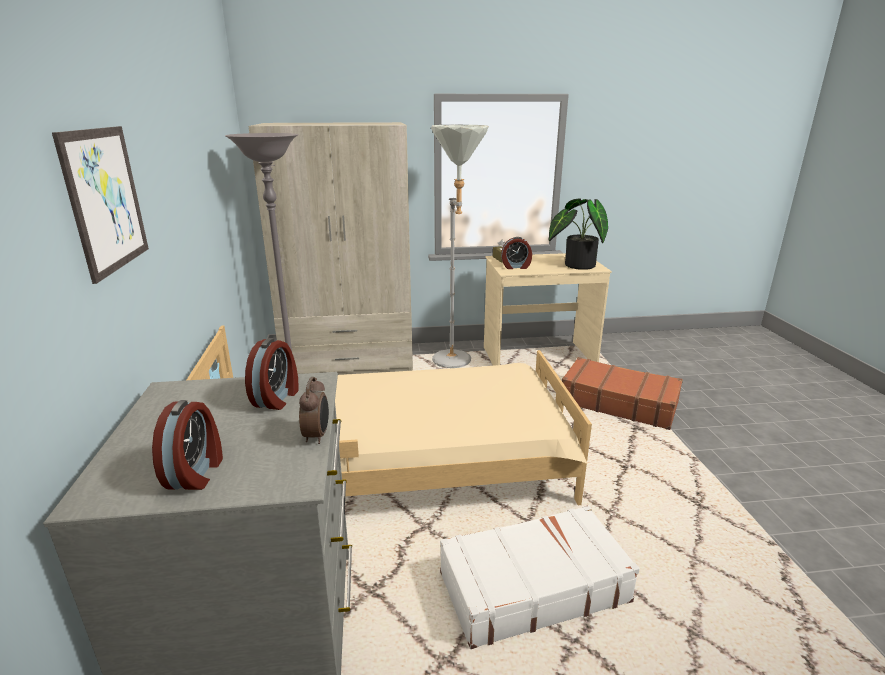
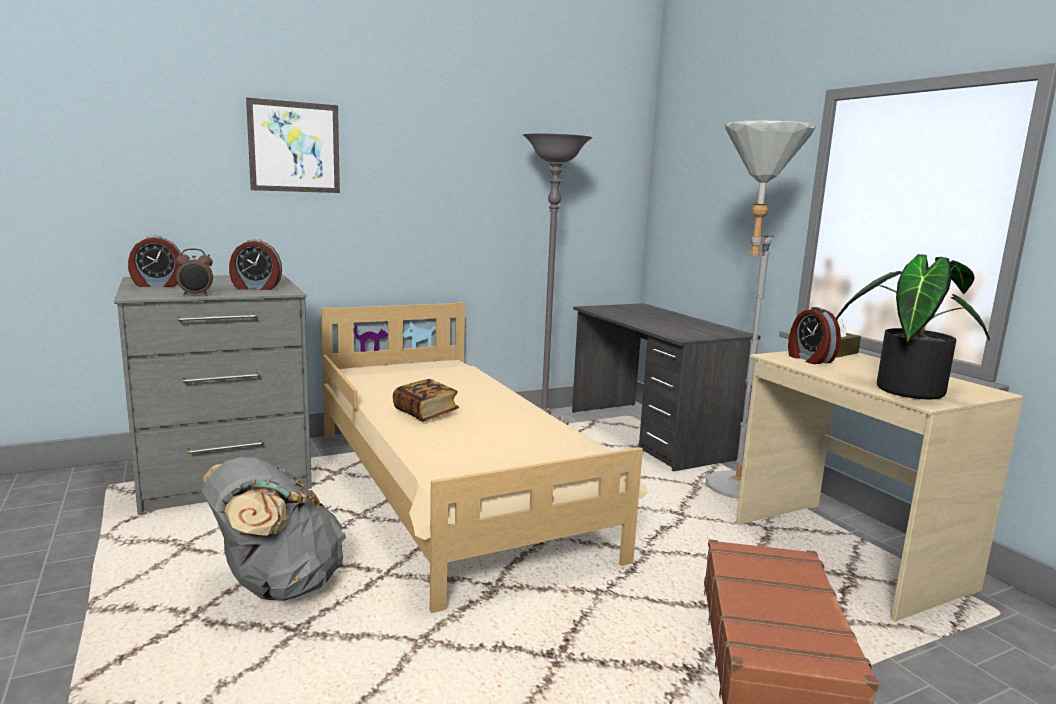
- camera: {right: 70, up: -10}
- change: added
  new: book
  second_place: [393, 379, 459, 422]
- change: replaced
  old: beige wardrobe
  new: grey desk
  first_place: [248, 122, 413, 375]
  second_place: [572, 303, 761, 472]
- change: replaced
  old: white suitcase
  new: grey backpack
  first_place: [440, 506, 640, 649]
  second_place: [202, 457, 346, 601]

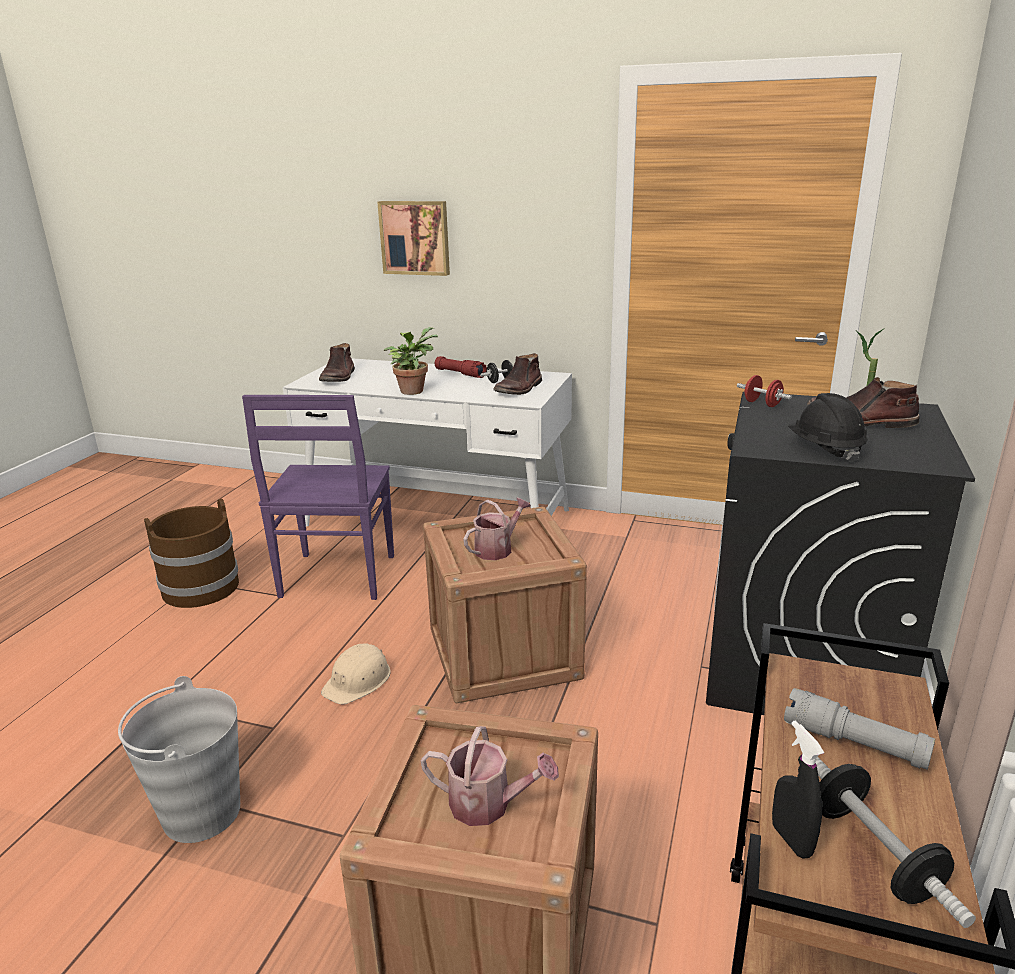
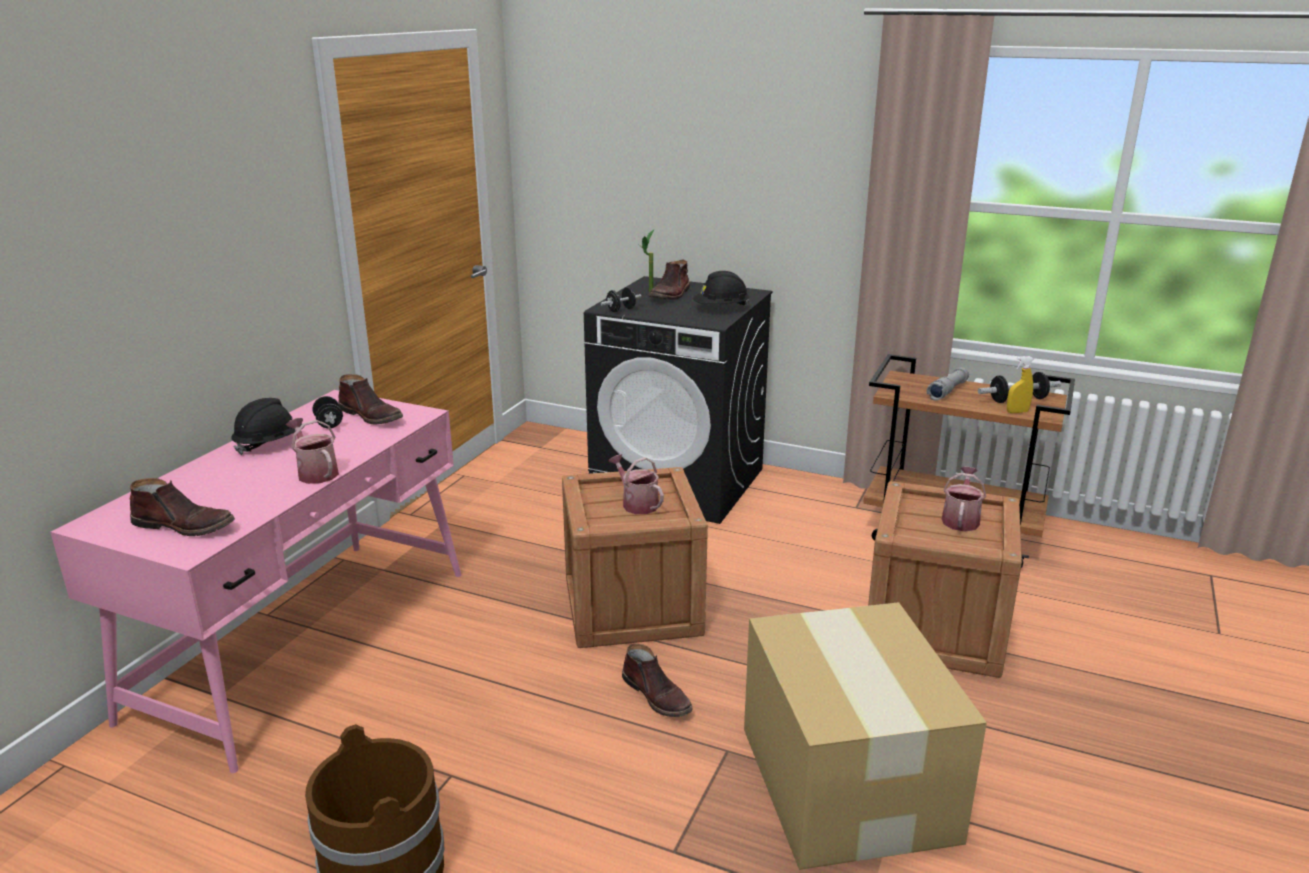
- camera: {right: -85, up: 0}
- change: removed
  old: purple chair
  first_place: [242, 395, 394, 600]
- change: removed
  old: picture
  first_place: [377, 201, 450, 276]
- change: replaced
  old: grey bucket
  new: cardboard box
  first_place: [118, 676, 240, 843]
  second_place: [744, 602, 987, 870]
- change: replaced
  old: beige hard hat
  new: brown boot
  first_place: [321, 643, 391, 704]
  second_place: [622, 644, 693, 717]
- change: replaced
  old: potted plant
  new: watering can
  first_place: [383, 327, 438, 395]
  second_place: [286, 418, 339, 484]
- change: replaced
  old: red flashlight
  new: black hard hat
  first_place: [435, 356, 487, 378]
  second_place: [231, 398, 304, 455]
- change: recoloured
  old: white desk
  new: pink desk
  first_place: [283, 358, 572, 527]
  second_place: [50, 390, 461, 773]
- change: recoloured
  old: red dumbbell
  new: black dumbbell
  first_place: [737, 375, 792, 407]
  second_place: [601, 287, 641, 312]
- change: recoloured
  old: black spray bottle
  new: yellow spray bottle
  first_place: [772, 721, 824, 859]
  second_place: [1007, 356, 1034, 413]

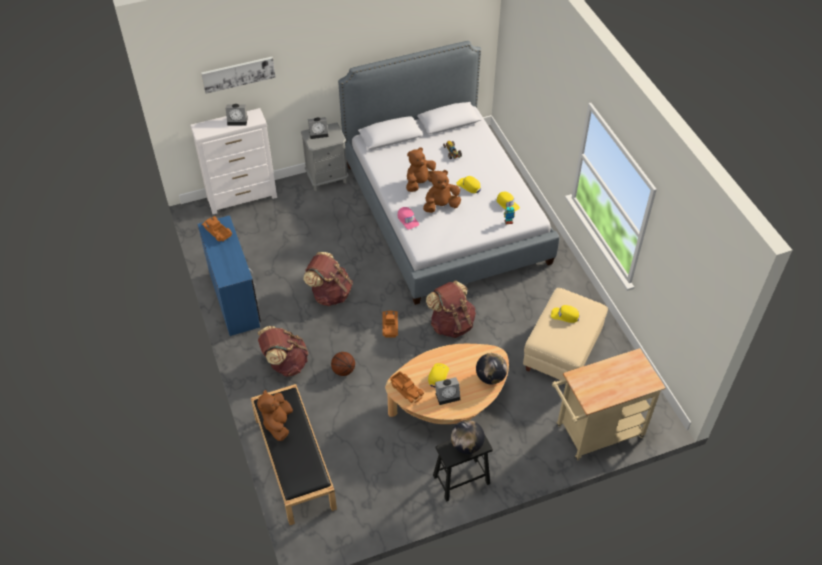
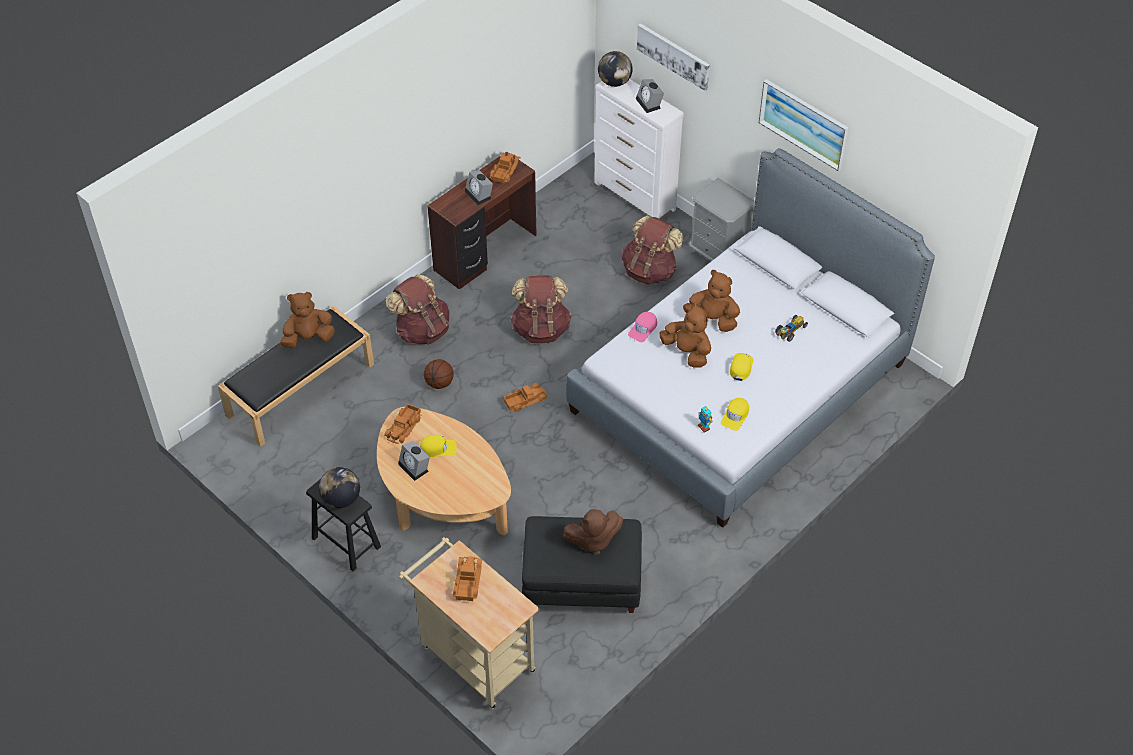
- camera: {right: 65, up: 0}
- change: added
  new: toy truck
  second_place: [453, 557, 483, 601]
- change: added
  new: picture
  second_place: [759, 79, 848, 171]
- change: moved
  old: alarm clock
  first_place: [308, 117, 328, 139]
  second_place: [465, 170, 493, 205]
- change: moved
  old: brown backpack
  first_place: [426, 281, 476, 338]
  second_place: [622, 216, 684, 285]
- change: moved
  old: globe
  first_place: [476, 353, 507, 385]
  second_place: [598, 51, 633, 87]
- change: replaced
  old: yellow cap
  new: brown plush toy
  first_place: [551, 305, 579, 323]
  second_place: [563, 509, 623, 555]
- change: recoloured
  old: blue desk
  new: brown desk
  first_place: [198, 215, 261, 336]
  second_place: [427, 152, 537, 289]
- change: recoloured
  old: beige ottoman
  new: black ottoman
  first_place: [523, 288, 608, 380]
  second_place: [522, 516, 642, 613]

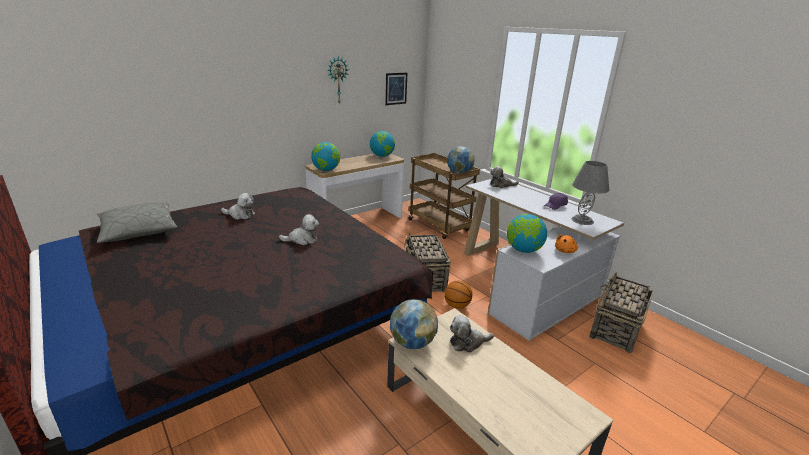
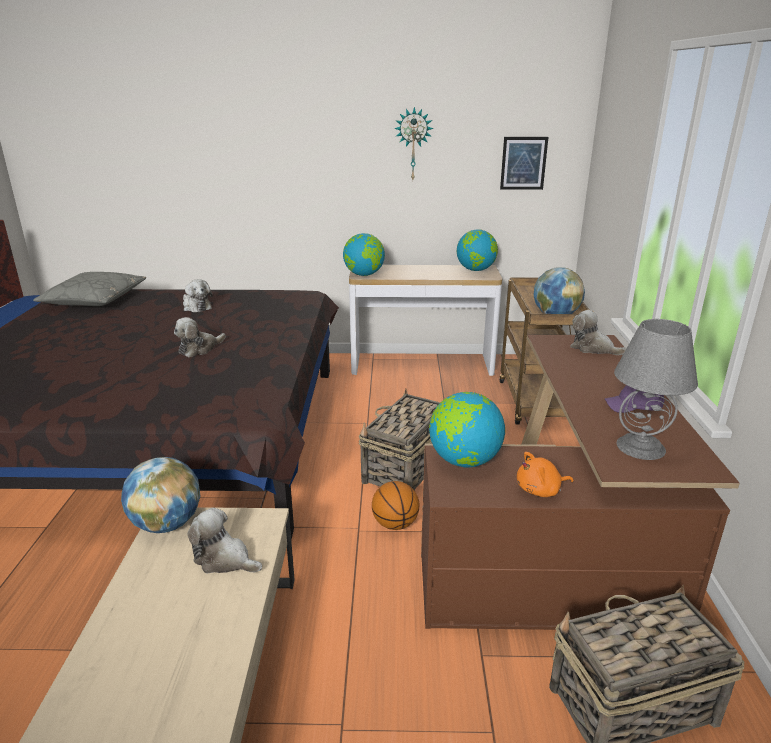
- camera: {right: 40, up: 0}
- change: recoloured
  old: white desk
  new: brown desk
  first_place: [464, 179, 624, 341]
  second_place: [421, 335, 740, 630]
- change: turned
  old: plush toy
  first_place: [279, 214, 319, 245]
  second_place: [174, 317, 226, 357]
  degrees: 105

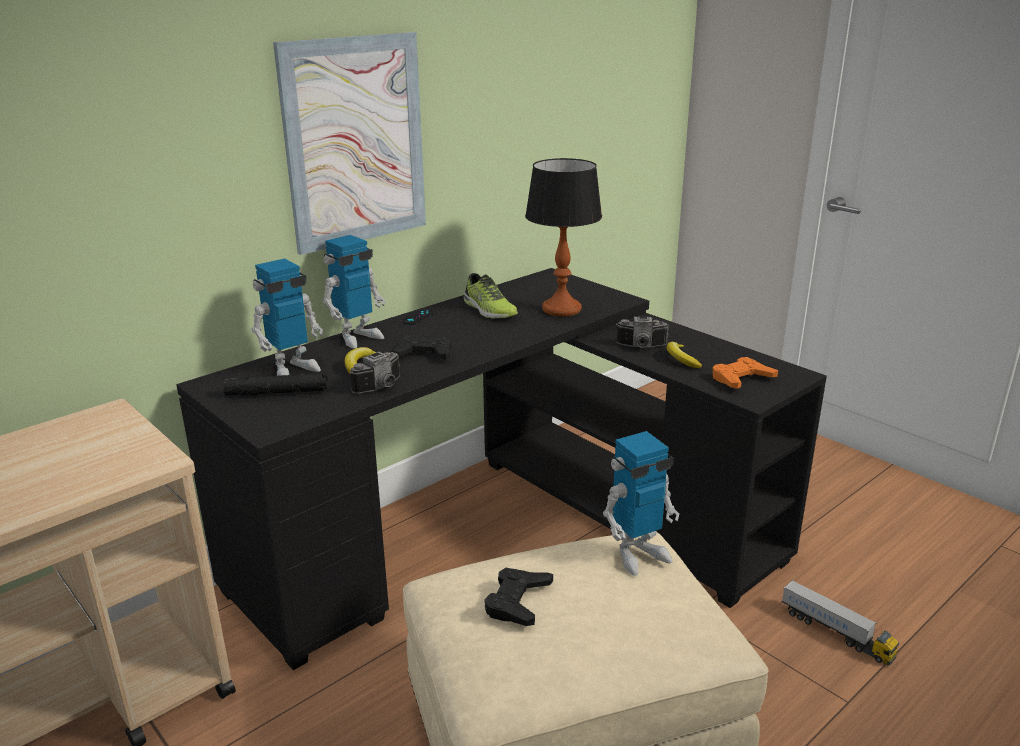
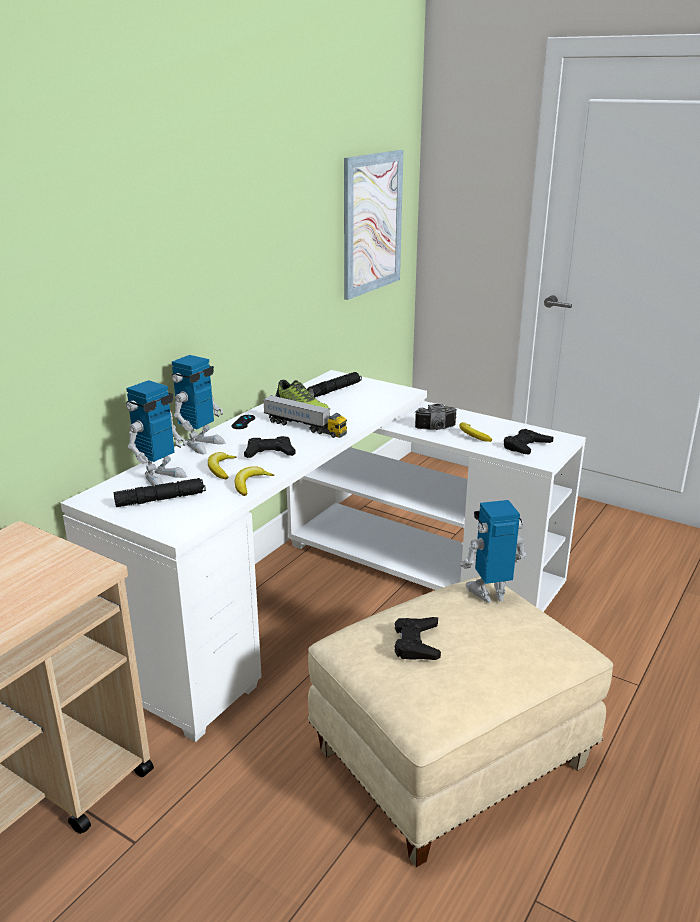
- camera: {right: -15, up: 0}
- change: removed
  old: table lamp
  first_place: [525, 158, 602, 316]
- change: added
  new: black flashlight
  second_place: [307, 372, 362, 397]
- change: moved
  old: picture
  first_place: [273, 32, 426, 255]
  second_place: [344, 150, 404, 300]
- change: moved
  old: toy truck
  first_place: [782, 580, 899, 666]
  second_place: [263, 395, 347, 438]
- change: replaced
  old: photo camera
  new: banana
  first_place: [350, 352, 400, 394]
  second_place: [235, 466, 274, 496]
- change: recoloured
  old: black desk
  new: white desk
  first_place: [176, 268, 827, 670]
  second_place: [61, 370, 586, 742]
- change: recoloured
  old: orange game controller
  new: black game controller
  first_place: [712, 357, 778, 389]
  second_place: [504, 429, 554, 454]
- change: turned
  old: toy robot
  first_place: [603, 431, 679, 576]
  second_place: [460, 500, 526, 603]
  degrees: -150

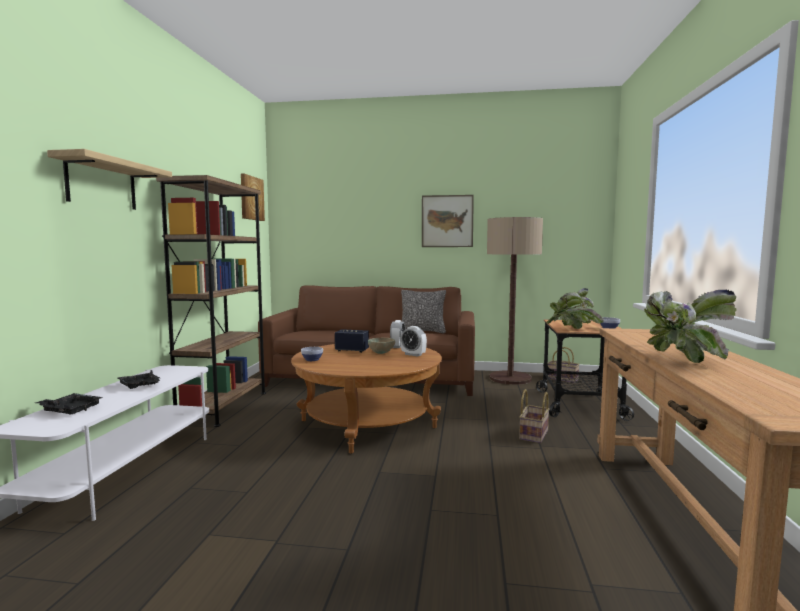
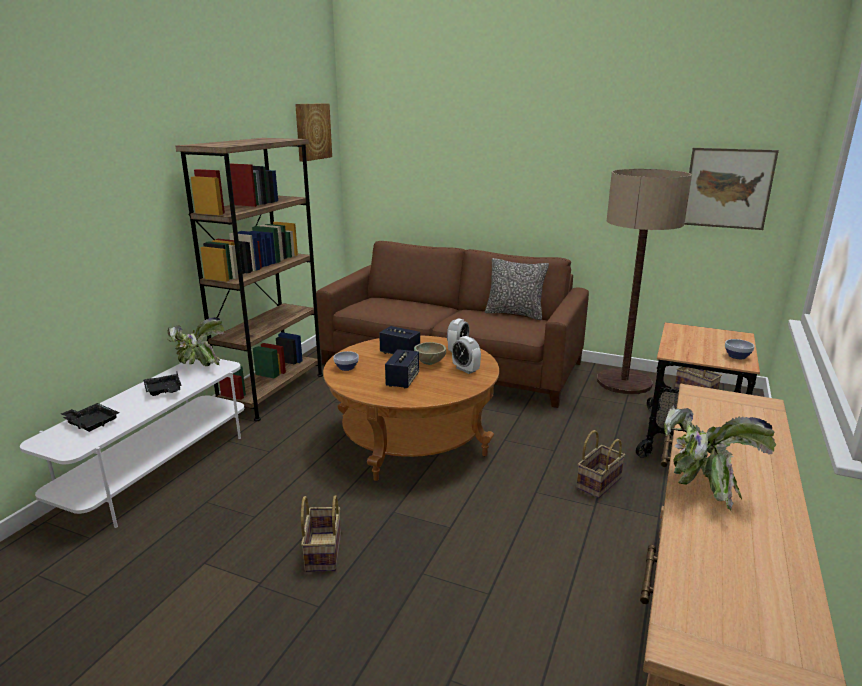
- camera: {right: 15, up: 15}
- change: removed
  old: shelf
  first_place: [47, 149, 172, 210]
- change: added
  new: basket
  second_place: [301, 495, 341, 572]
- change: added
  new: speaker
  second_place: [385, 349, 419, 388]
- change: moved
  old: picture
  first_place: [422, 195, 474, 247]
  second_place: [684, 148, 779, 230]
- change: moved
  old: potted plant
  first_place: [546, 288, 604, 329]
  second_place: [167, 317, 224, 366]

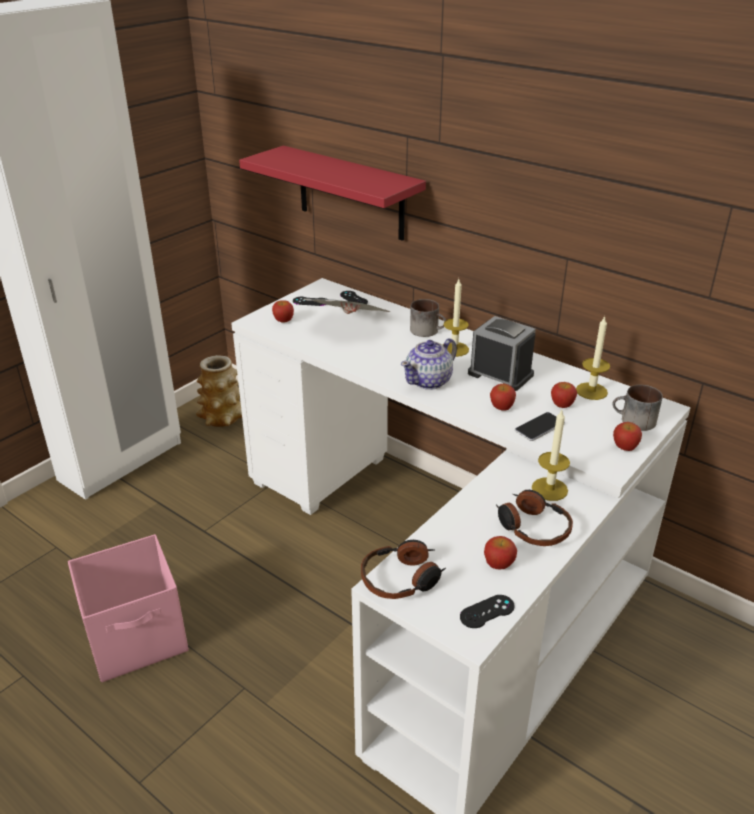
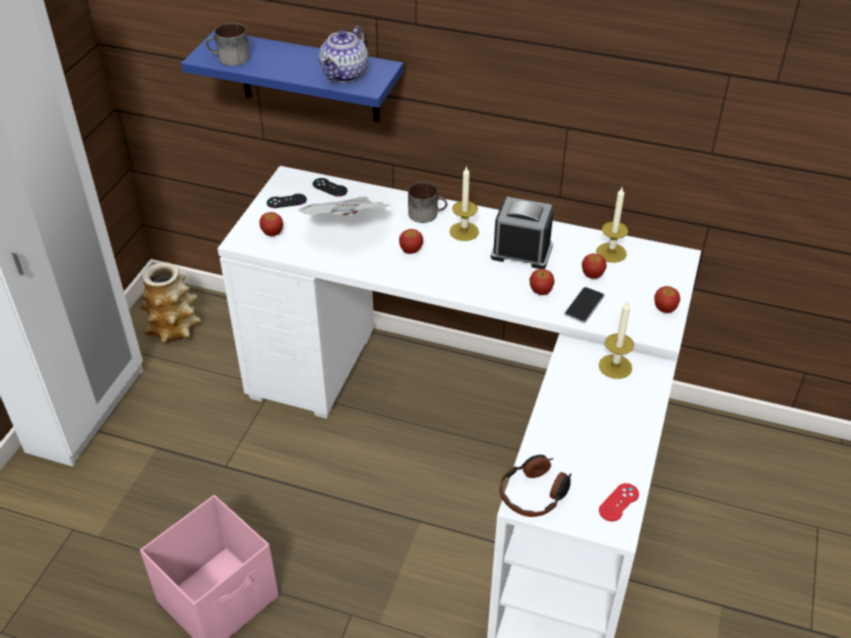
- camera: {right: -20, up: 10}
- change: removed
  old: headphones
  first_place: [496, 490, 573, 546]
- change: moved
  old: teapot
  first_place: [401, 338, 457, 390]
  second_place: [319, 26, 368, 83]
- change: moved
  old: apple
  first_place: [484, 536, 517, 570]
  second_place: [399, 229, 423, 254]
- change: moved
  old: mug
  first_place: [612, 385, 663, 431]
  second_place: [206, 23, 250, 66]
- change: recoloured
  old: red shelf
  new: blue shelf
  first_place: [239, 146, 426, 241]
  second_place: [181, 30, 404, 122]
- change: recoloured
  old: black game controller
  new: red game controller
  first_place: [460, 595, 515, 628]
  second_place: [599, 483, 639, 521]

